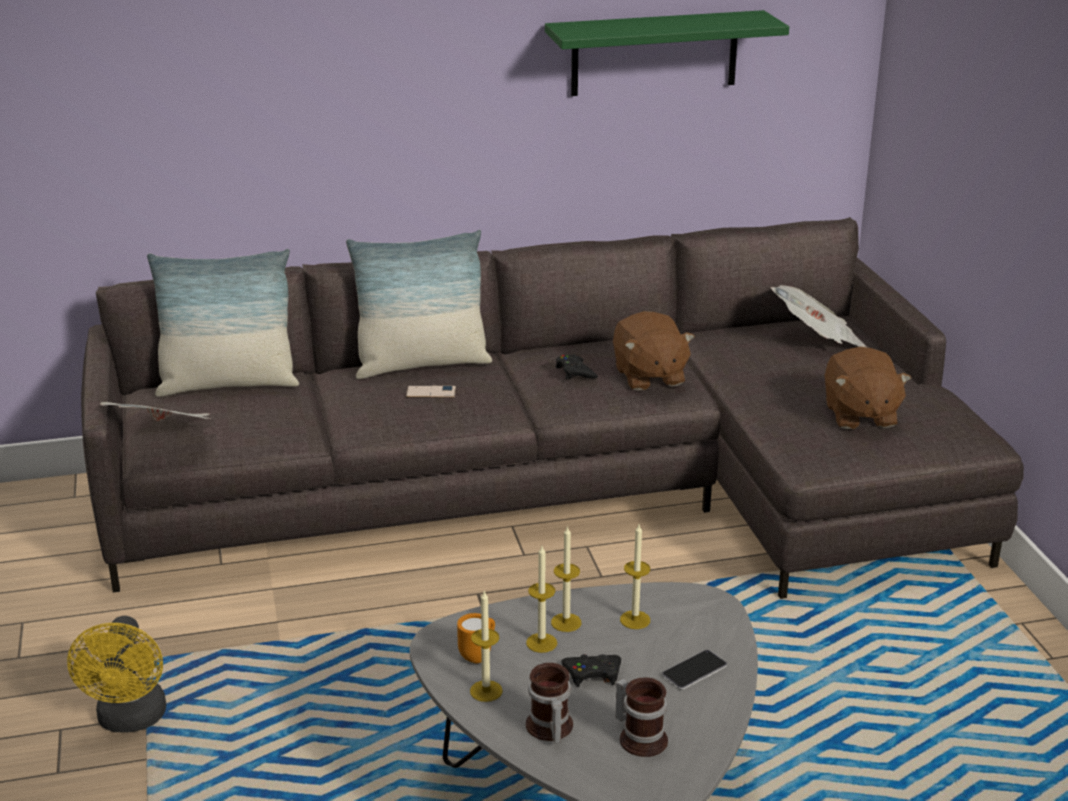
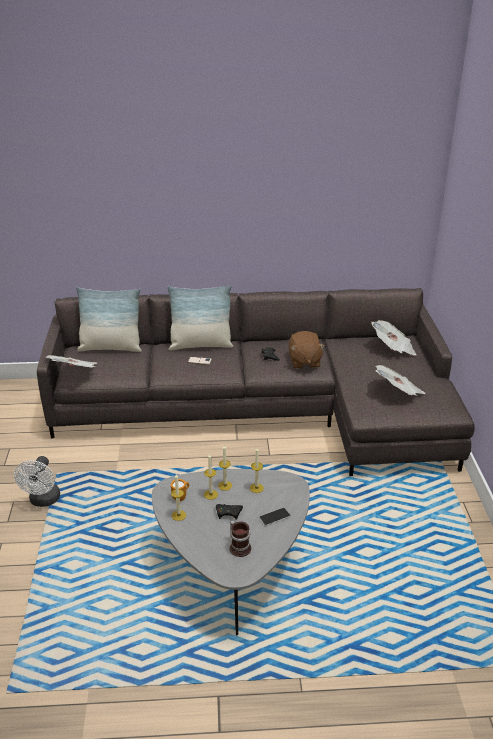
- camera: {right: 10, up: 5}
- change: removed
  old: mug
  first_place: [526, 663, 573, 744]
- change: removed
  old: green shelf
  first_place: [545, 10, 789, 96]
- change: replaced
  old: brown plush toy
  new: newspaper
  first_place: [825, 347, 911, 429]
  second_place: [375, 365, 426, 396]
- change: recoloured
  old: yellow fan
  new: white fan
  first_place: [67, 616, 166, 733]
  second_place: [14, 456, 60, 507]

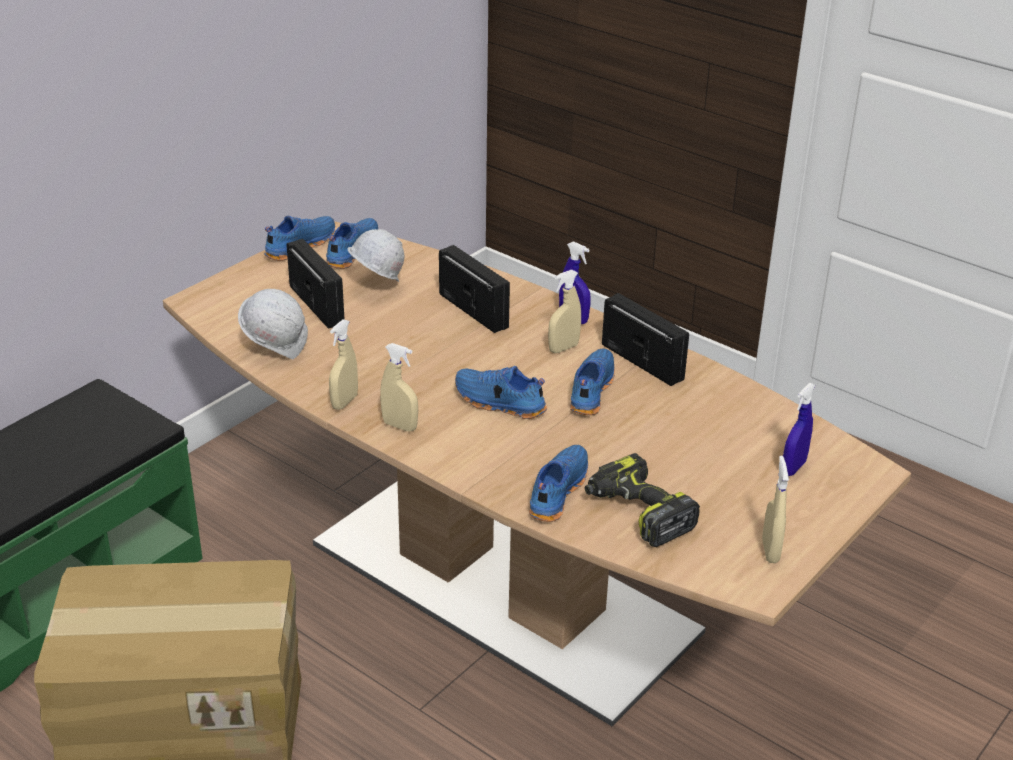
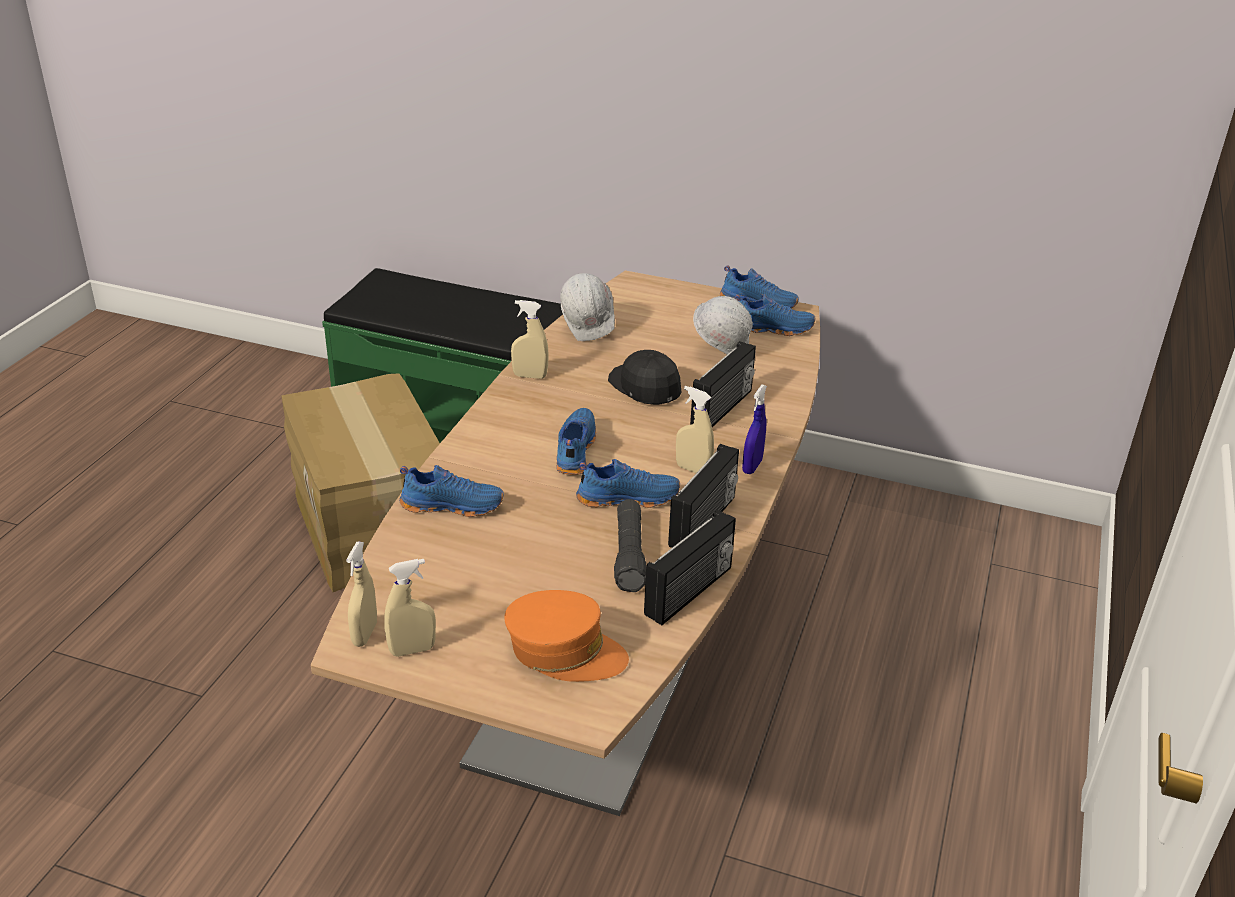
- camera: {right: 70, up: 0}
- change: removed
  old: power drill
  first_place: [585, 453, 700, 547]
- change: added
  new: black cap
  second_place: [608, 350, 682, 405]
- change: added
  new: black flashlight
  second_place: [614, 499, 646, 592]
- change: moved
  old: radio
  first_place: [287, 239, 345, 329]
  second_place: [644, 510, 736, 625]
- change: moved
  old: beige spray bottle
  first_place: [380, 343, 418, 431]
  second_place: [346, 541, 377, 647]
- change: replaced
  old: blue spray bottle
  new: orange cap
  first_place: [783, 383, 815, 476]
  second_place: [504, 590, 629, 682]

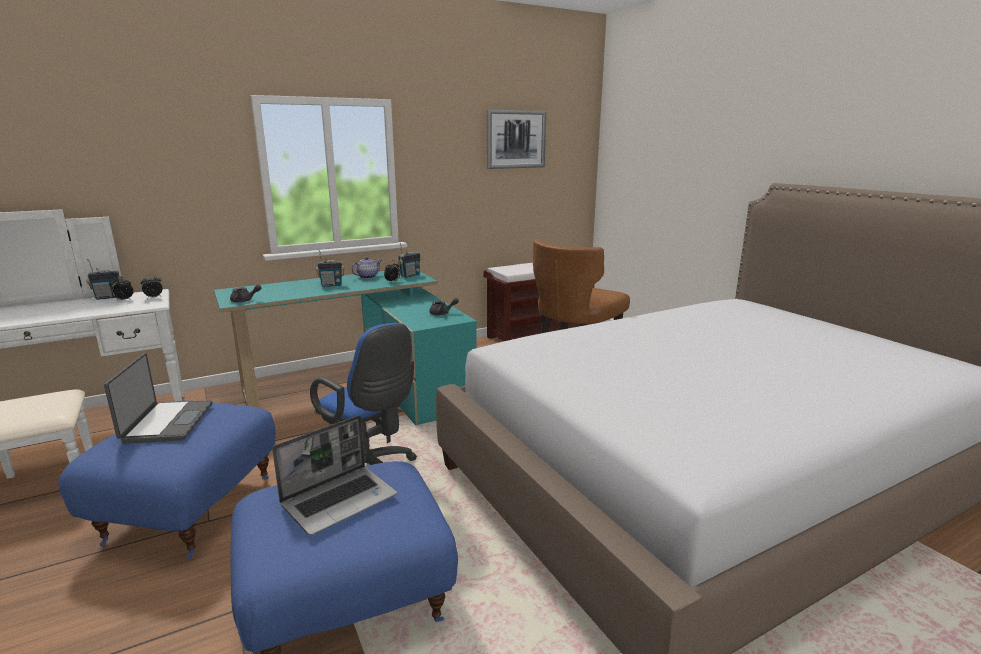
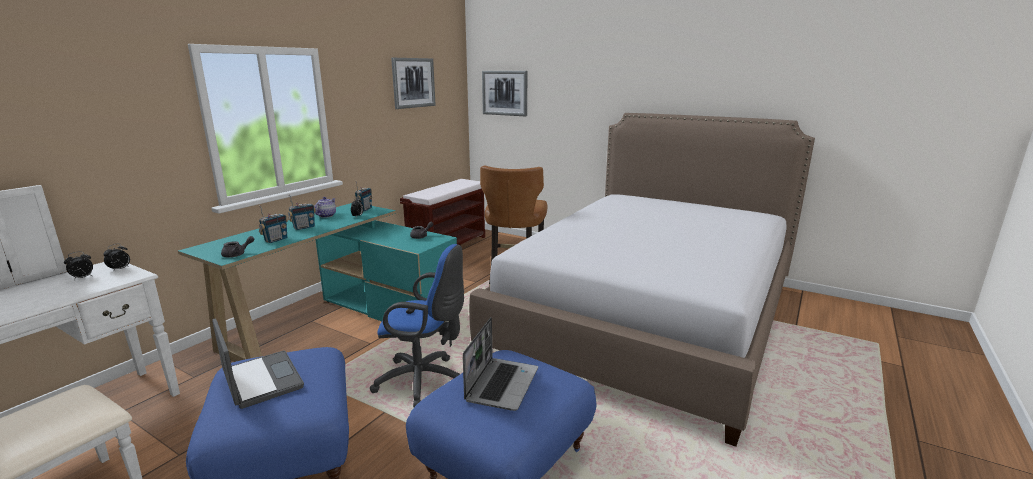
- camera: {right: -30, up: 0}
- change: added
  new: picture
  second_place: [482, 71, 527, 116]
- change: moved
  old: radio
  first_place: [86, 259, 123, 300]
  second_place: [259, 205, 288, 243]

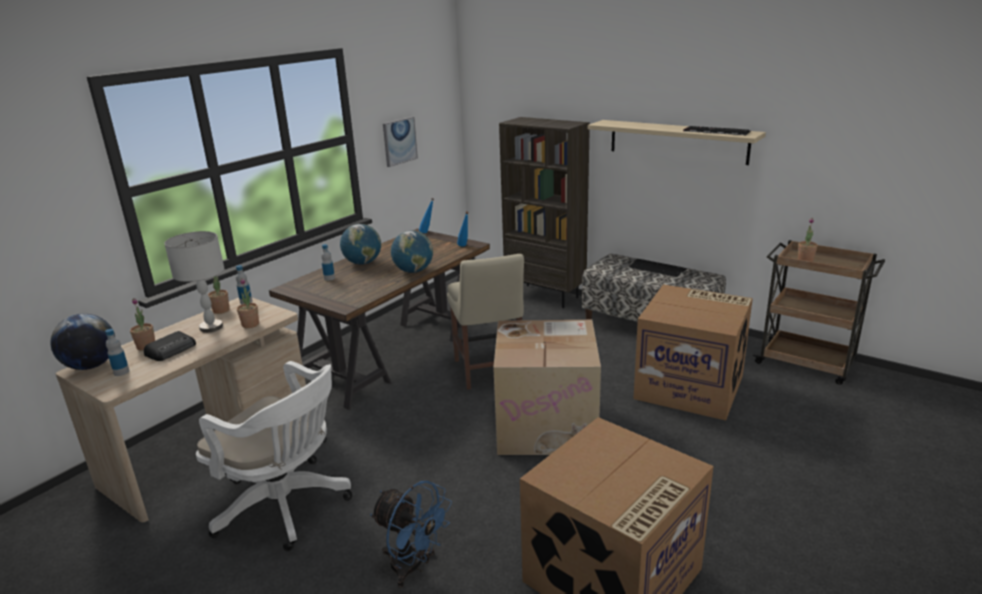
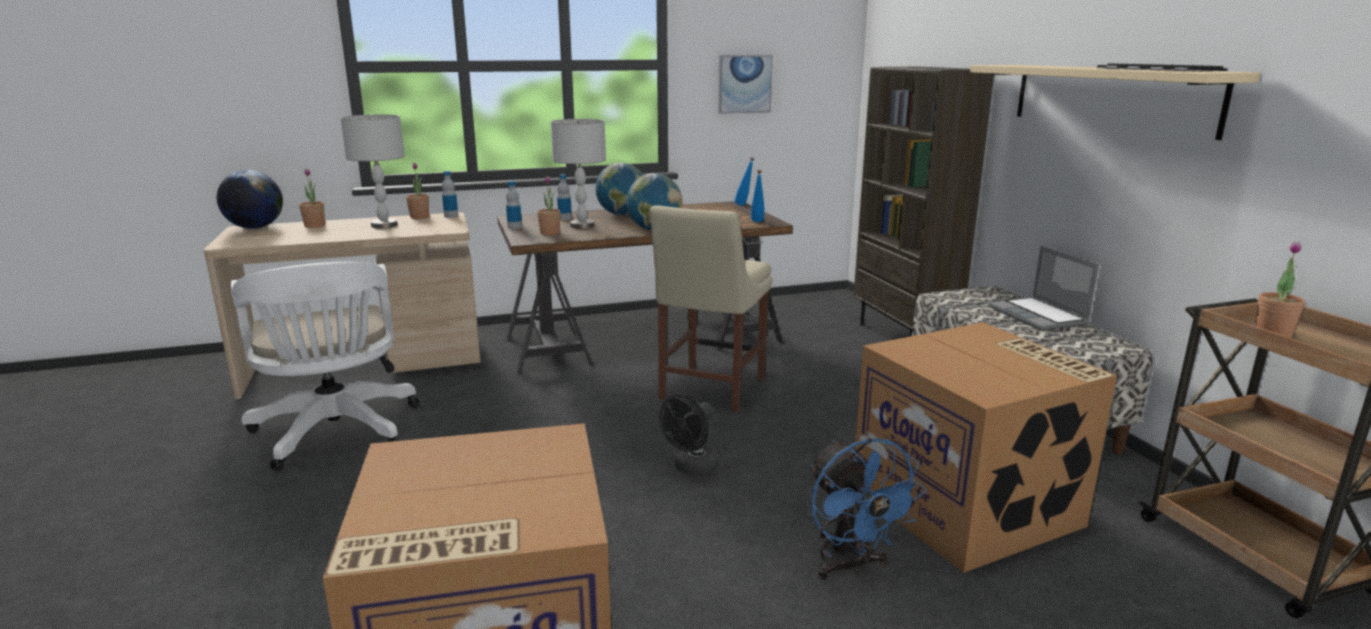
- camera: {right: 35, up: -5}
- change: removed
  old: radio
  first_place: [144, 331, 196, 361]
- change: added
  new: grey table lamp
  second_place: [551, 119, 606, 229]
- change: moved
  old: bottle
  first_place: [105, 329, 130, 376]
  second_place: [506, 181, 522, 229]
- change: moved
  old: potted plant
  first_place: [237, 278, 259, 328]
  second_place: [537, 176, 560, 235]
- change: moved
  old: blue fan
  first_place: [370, 481, 452, 587]
  second_place: [810, 438, 927, 580]
- change: replaced
  old: cardboard box
  new: black fan
  first_place: [493, 320, 601, 455]
  second_place: [659, 395, 719, 476]
- change: replaced
  old: keyboard
  new: laptop
  first_place: [629, 259, 687, 277]
  second_place: [989, 246, 1099, 330]

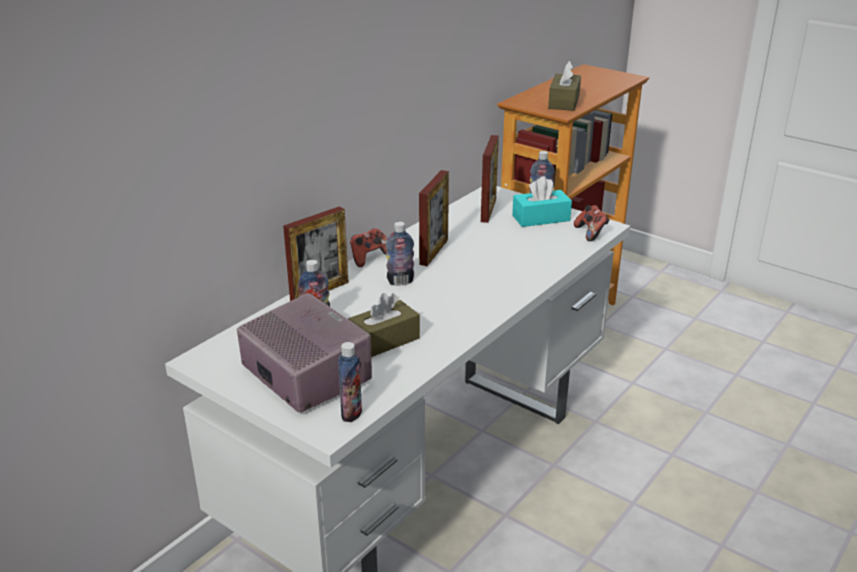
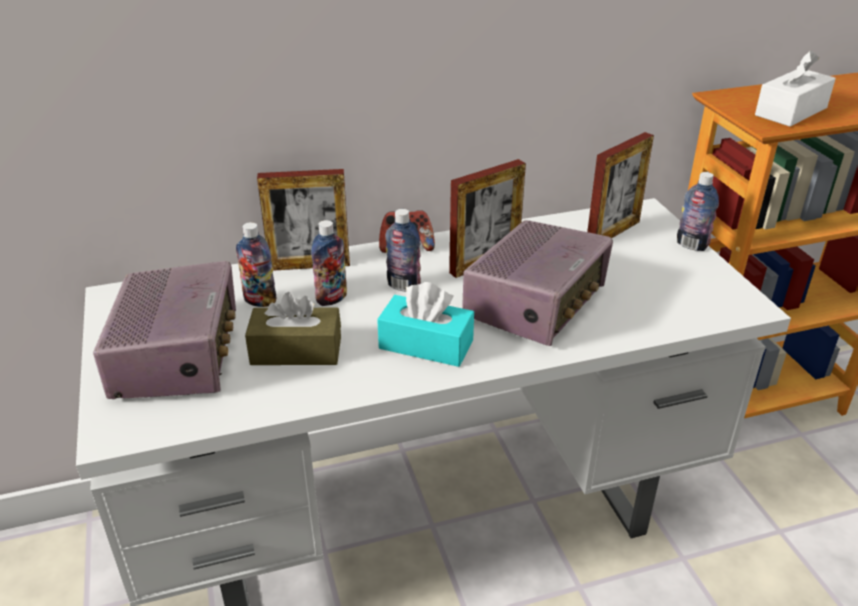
- camera: {right: 35, up: 5}
- change: removed
  old: game controller
  first_place: [574, 205, 609, 241]
- change: added
  new: radio
  second_place: [462, 220, 613, 346]
- change: moved
  old: bottle
  first_place: [338, 342, 362, 422]
  second_place: [312, 220, 347, 306]
- change: moved
  old: turquoise tissue box
  first_place: [512, 176, 572, 227]
  second_place: [377, 282, 474, 367]
- change: recoloured
  old: brown tissue box
  new: white tissue box
  first_place: [548, 61, 581, 111]
  second_place: [755, 50, 836, 127]

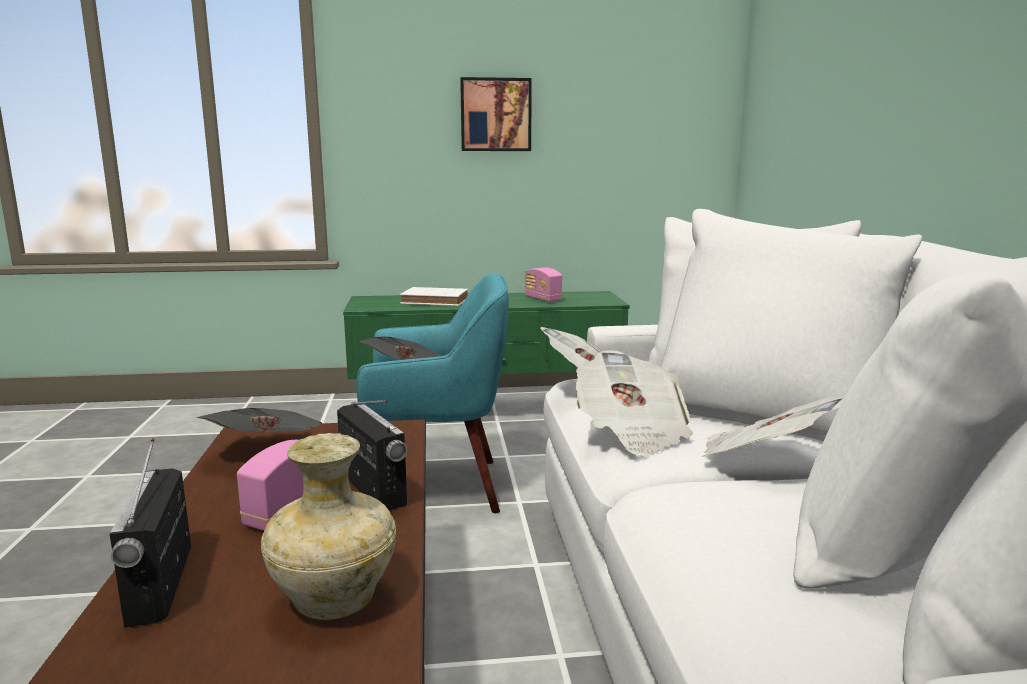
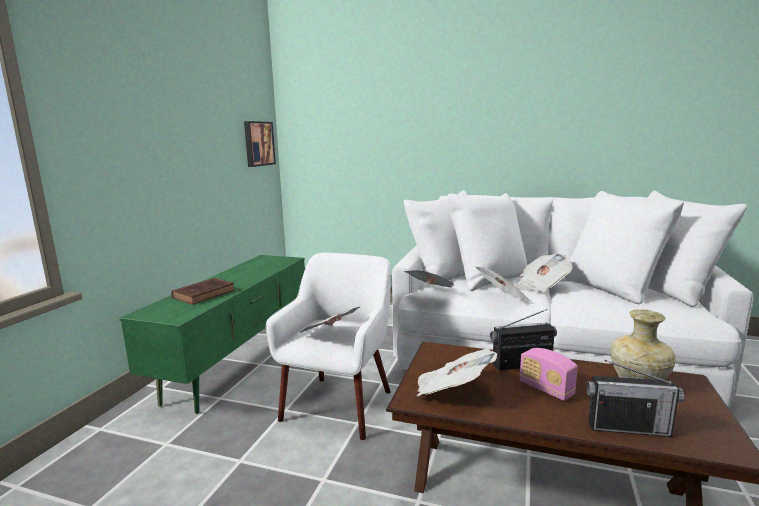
- camera: {right: -65, up: 0}
- change: removed
  old: radio
  first_place: [525, 267, 562, 302]
- change: moved
  old: picture
  first_place: [460, 77, 532, 151]
  second_place: [244, 121, 276, 167]
- change: recoloured
  old: turquoise armchair
  new: white armchair
  first_place: [356, 273, 509, 513]
  second_place: [266, 253, 391, 440]
- change: recoloured
  old: white book
  new: brown book
  first_place: [400, 287, 469, 306]
  second_place: [171, 278, 235, 305]

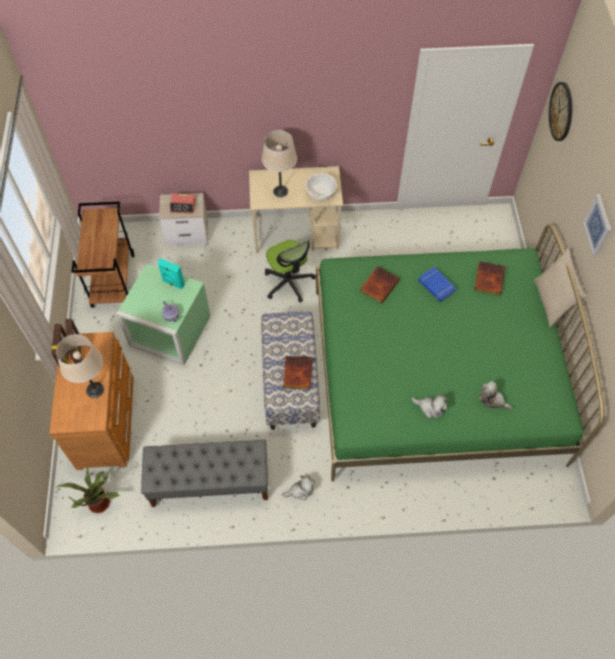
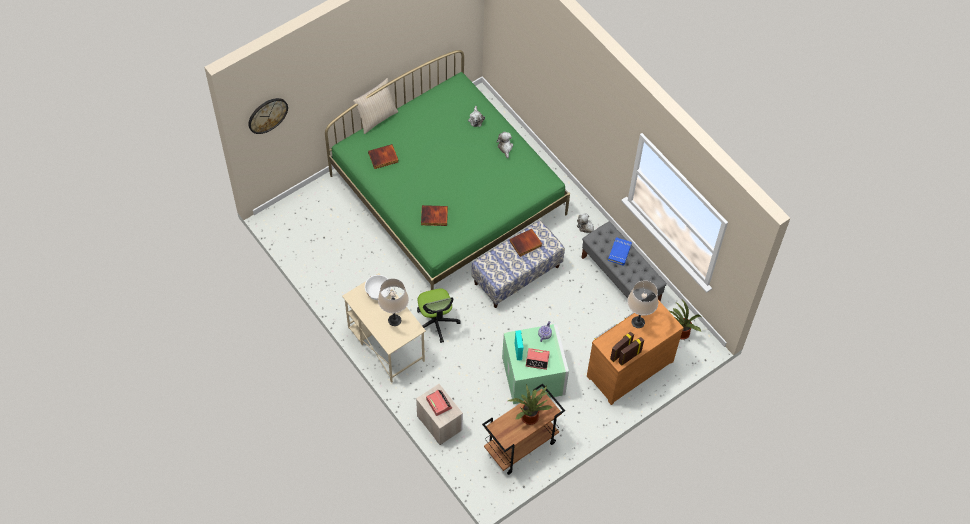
- camera: {right: -125, up: 0}
- change: removed
  old: picture
  first_place: [583, 194, 611, 257]
- change: added
  new: potted plant
  second_place: [508, 384, 552, 425]
- change: added
  new: alarm clock
  second_place: [526, 348, 550, 370]
- change: moved
  old: blue book
  first_place: [418, 267, 457, 302]
  second_place: [608, 237, 632, 266]
- change: turned
  old: office chair
  first_place: [265, 240, 316, 302]
  second_place: [417, 288, 461, 343]
  degrees: 135

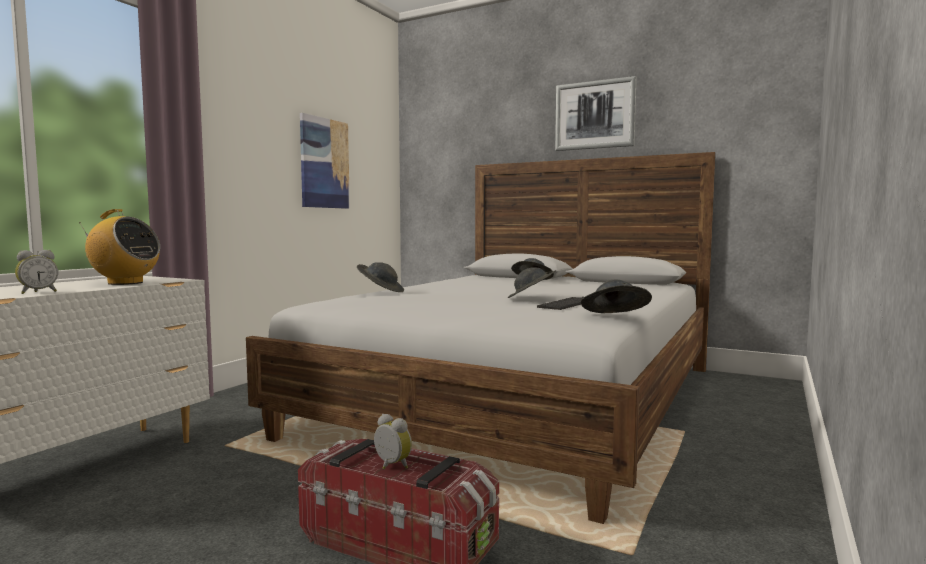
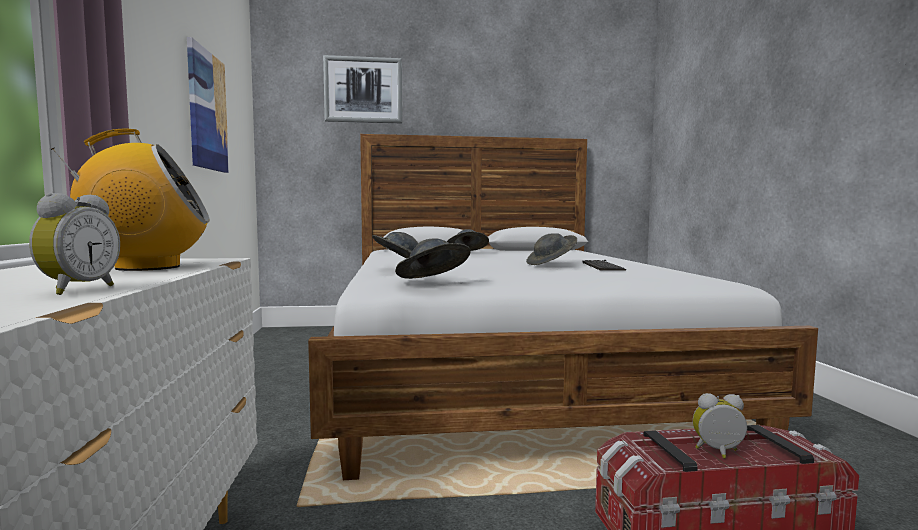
- camera: {right: -35, up: 0}
- change: moved
  old: picture
  first_place: [555, 76, 636, 151]
  second_place: [323, 55, 402, 123]
- change: moved
  old: grey hat
  first_place: [581, 280, 652, 313]
  second_place: [395, 239, 471, 279]

